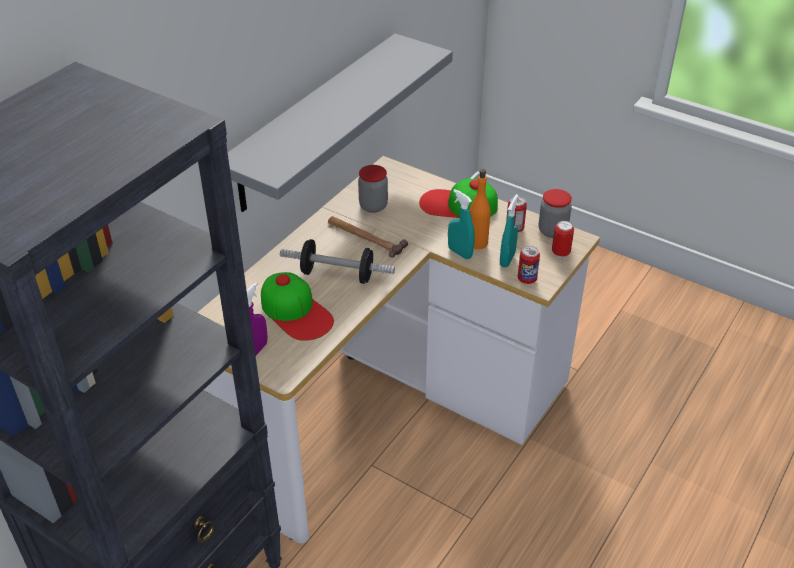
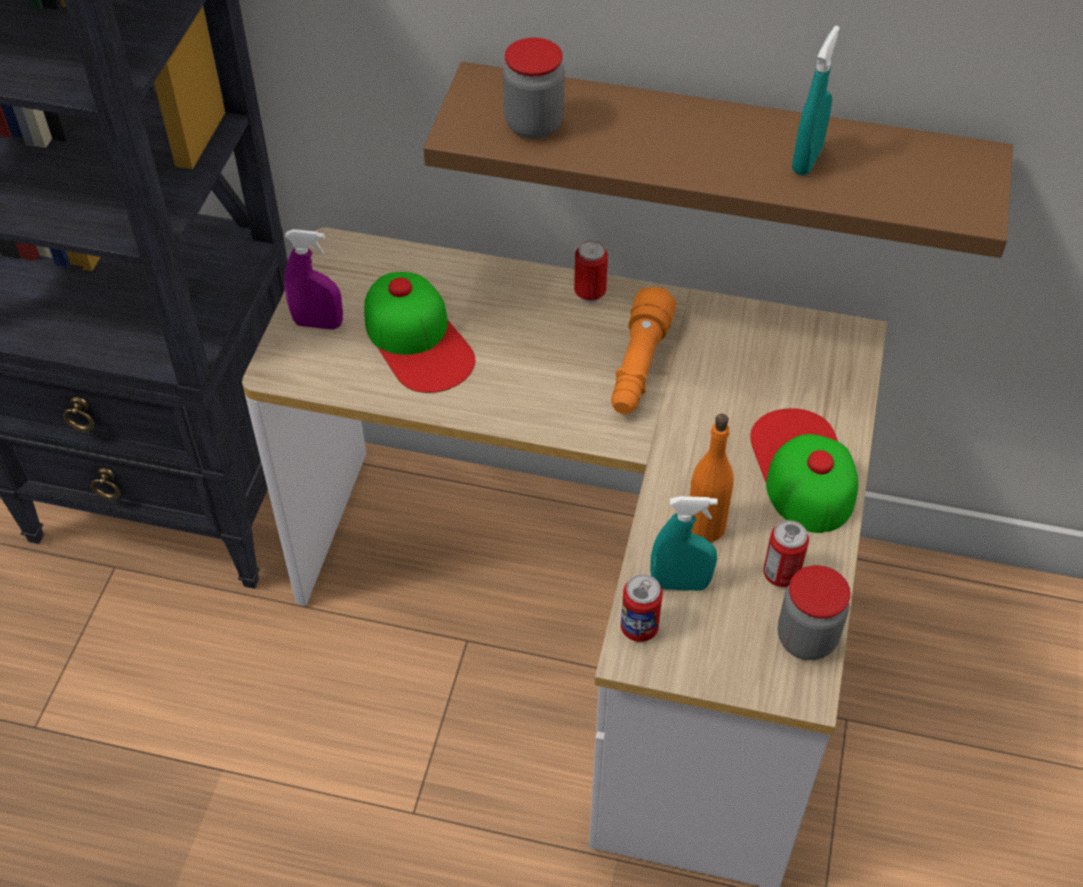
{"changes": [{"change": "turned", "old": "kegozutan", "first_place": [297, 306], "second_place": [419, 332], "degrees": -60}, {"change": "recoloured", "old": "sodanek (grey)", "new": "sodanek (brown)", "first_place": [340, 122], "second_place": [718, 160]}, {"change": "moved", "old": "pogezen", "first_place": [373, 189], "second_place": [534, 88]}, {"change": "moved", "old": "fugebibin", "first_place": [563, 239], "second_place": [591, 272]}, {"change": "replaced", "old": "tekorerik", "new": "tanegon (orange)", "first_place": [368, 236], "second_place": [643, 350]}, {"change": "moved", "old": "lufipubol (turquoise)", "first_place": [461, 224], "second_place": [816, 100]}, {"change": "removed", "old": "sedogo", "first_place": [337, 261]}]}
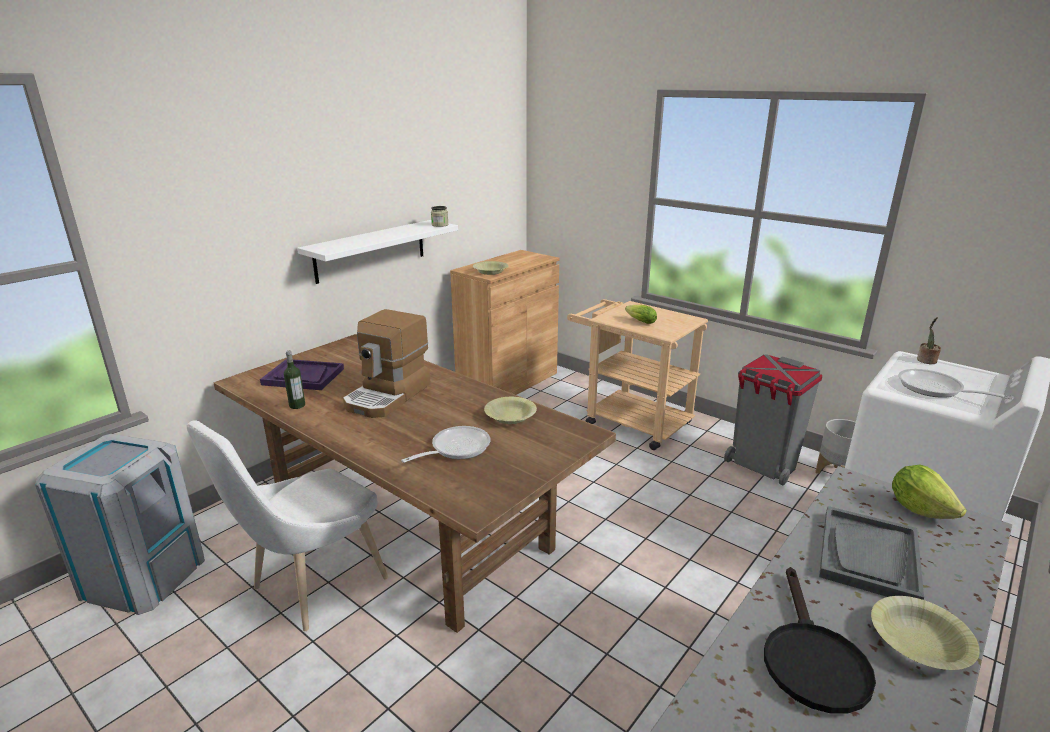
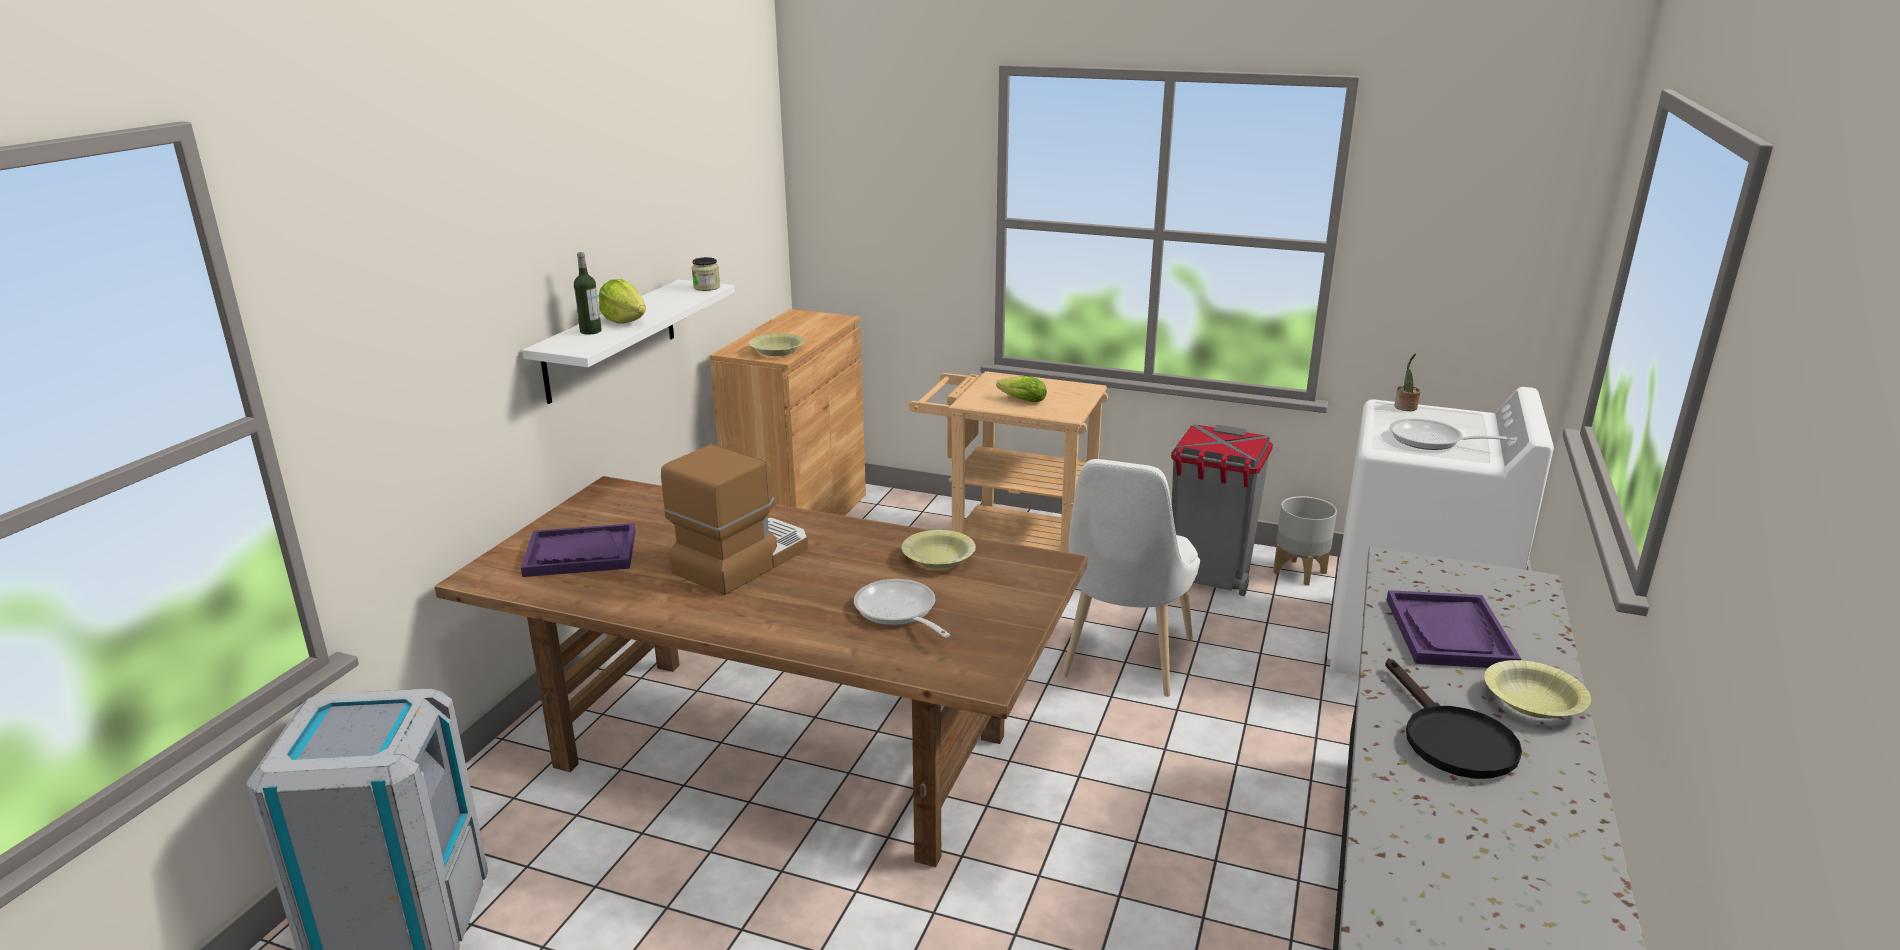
{"changes": [{"change": "moved", "old": "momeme", "first_place": [294, 380], "second_place": [588, 293]}, {"change": "moved", "old": "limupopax", "first_place": [929, 492], "second_place": [622, 301]}, {"change": "turned", "old": "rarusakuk", "first_place": [387, 363], "second_place": [734, 519], "degrees": -150}, {"change": "turned", "old": "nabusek", "first_place": [446, 444], "second_place": [902, 608], "degrees": -60}, {"change": "moved", "old": "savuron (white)", "first_place": [287, 525], "second_place": [1131, 578]}, {"change": "recoloured", "old": "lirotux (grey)", "new": "lirotux (purple)", "first_place": [871, 553], "second_place": [1454, 629]}]}
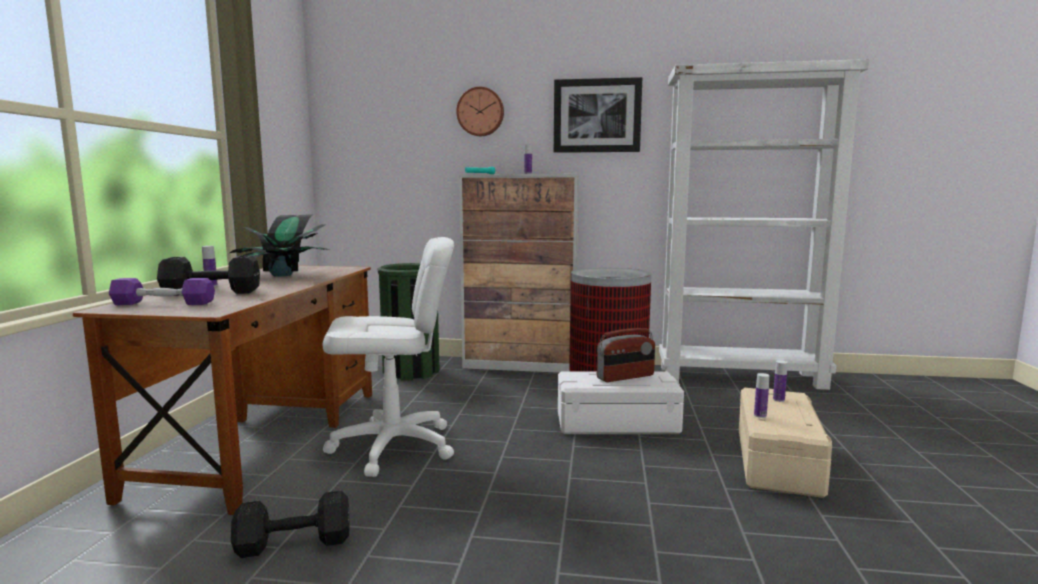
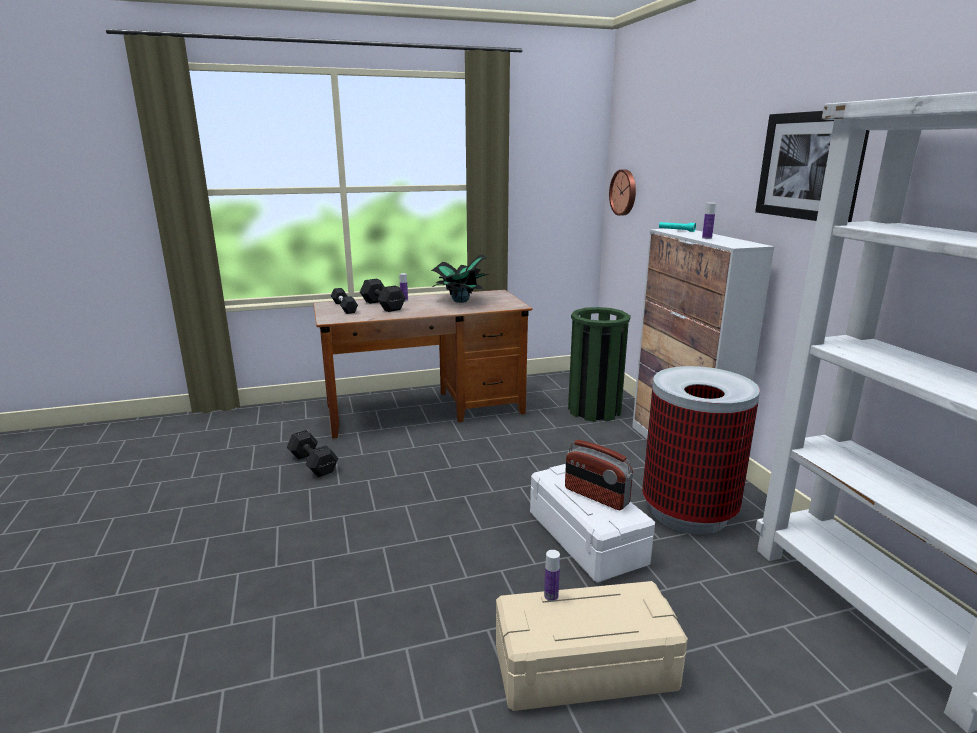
{"changes": [{"change": "recoloured", "old": "sedogo (purple)", "new": "sedogo (black)", "first_place": [162, 291], "second_place": [344, 301]}, {"change": "moved", "old": "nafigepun", "first_place": [480, 111], "second_place": [622, 193]}, {"change": "removed", "old": "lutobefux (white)", "first_place": [388, 357]}, {"change": "removed", "old": "momeme", "first_place": [780, 381]}]}
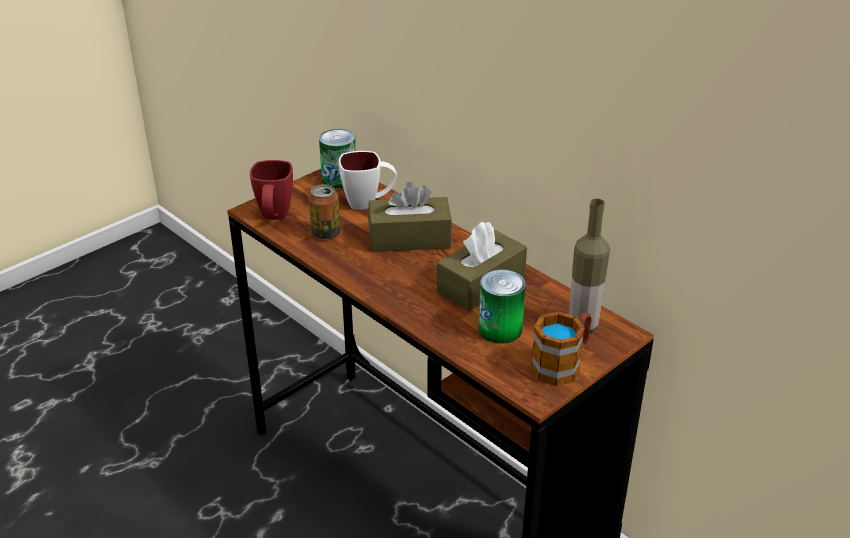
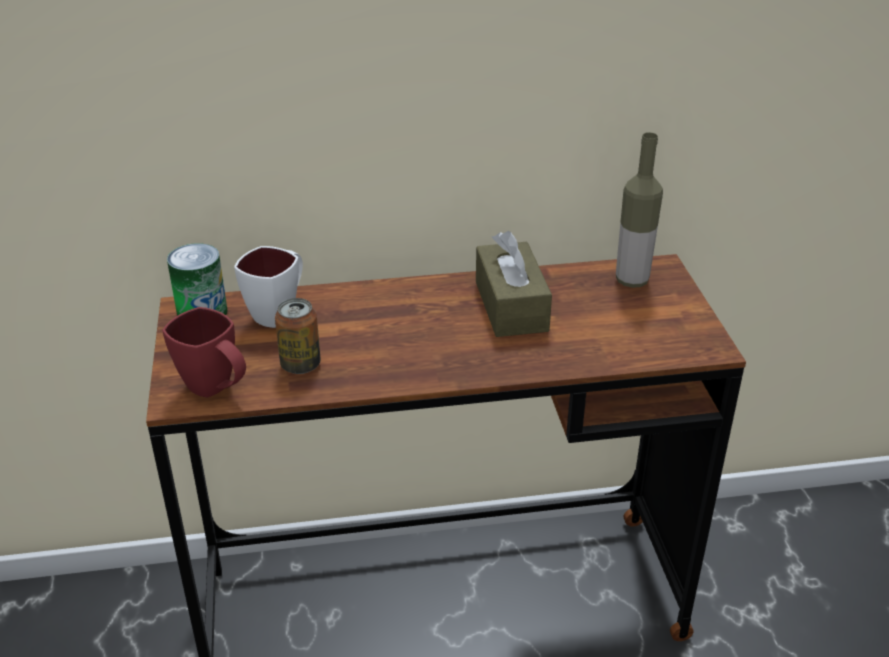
{"changes": [{"change": "removed", "old": "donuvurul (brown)", "first_place": [410, 217]}, {"change": "removed", "old": "fugebibin", "first_place": [502, 307]}, {"change": "removed", "old": "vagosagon", "first_place": [561, 348]}]}
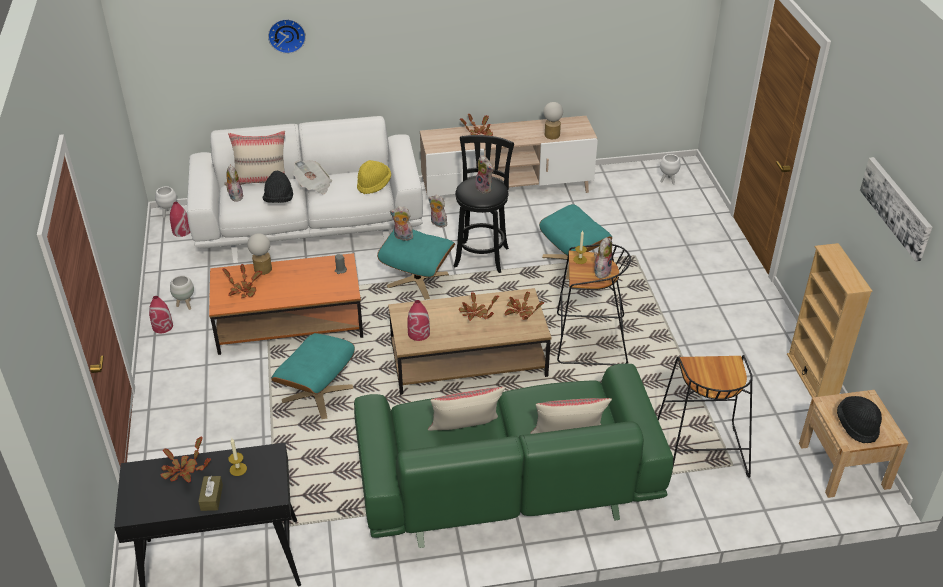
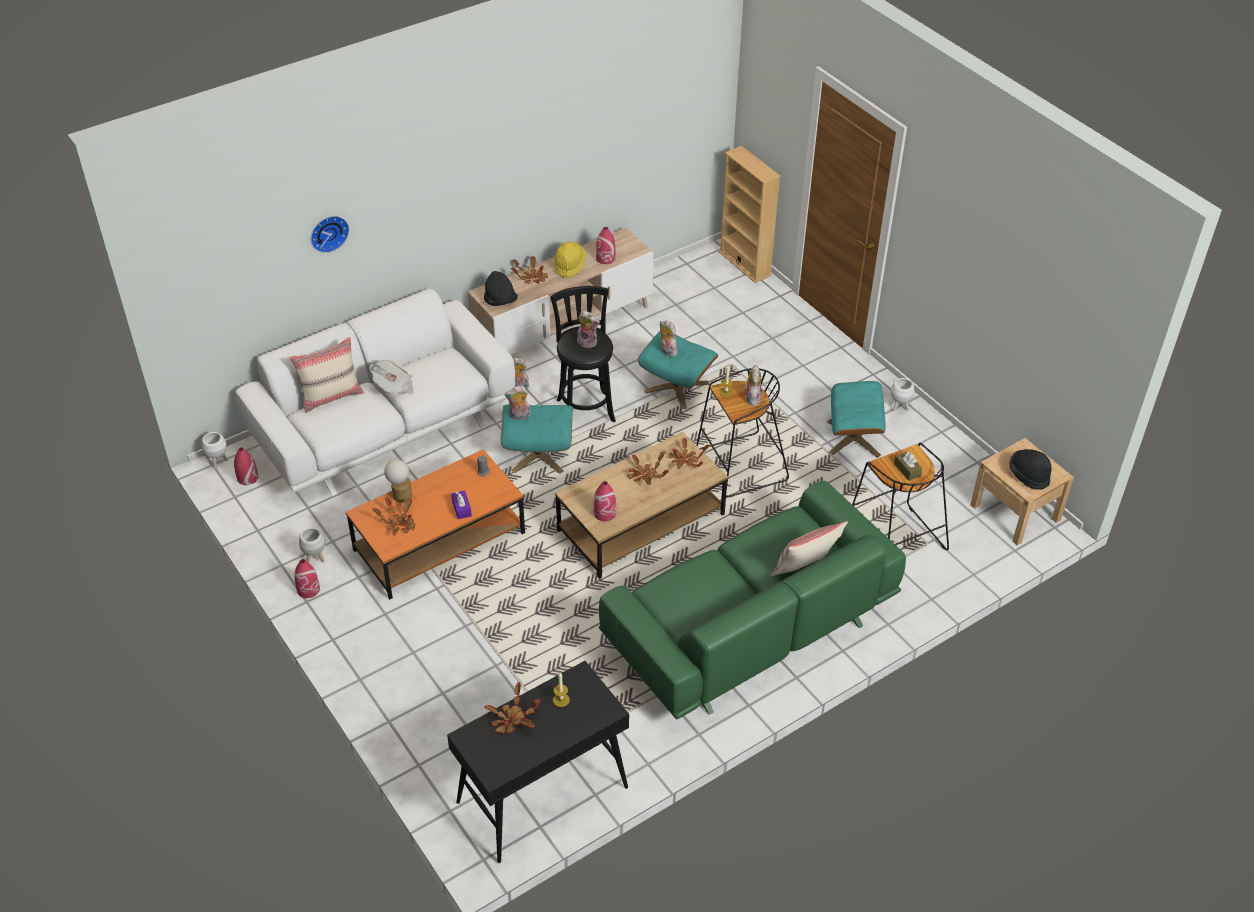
{"changes": [{"change": "added", "new": "donuvurul (purple)", "second_place": [461, 504]}, {"change": "moved", "old": "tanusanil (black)", "first_place": [278, 187], "second_place": [501, 288]}, {"change": "moved", "old": "tanusanil (yellow)", "first_place": [374, 177], "second_place": [570, 259]}, {"change": "replaced", "old": "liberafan", "new": "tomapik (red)", "first_place": [553, 120], "second_place": [606, 245]}, {"change": "moved", "old": "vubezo", "first_place": [234, 183], "second_place": [668, 338]}, {"change": "moved", "old": "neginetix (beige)", "first_place": [829, 320], "second_place": [750, 214]}, {"change": "moved", "old": "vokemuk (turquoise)", "first_place": [313, 376], "second_place": [856, 419]}, {"change": "moved", "old": "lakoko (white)", "first_place": [670, 169], "second_place": [902, 395]}, {"change": "moved", "old": "donuvurul (brown)", "first_place": [210, 493], "second_place": [908, 466]}, {"change": "removed", "old": "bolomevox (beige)", "first_place": [466, 409]}, {"change": "removed", "old": "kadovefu", "first_place": [896, 209]}]}
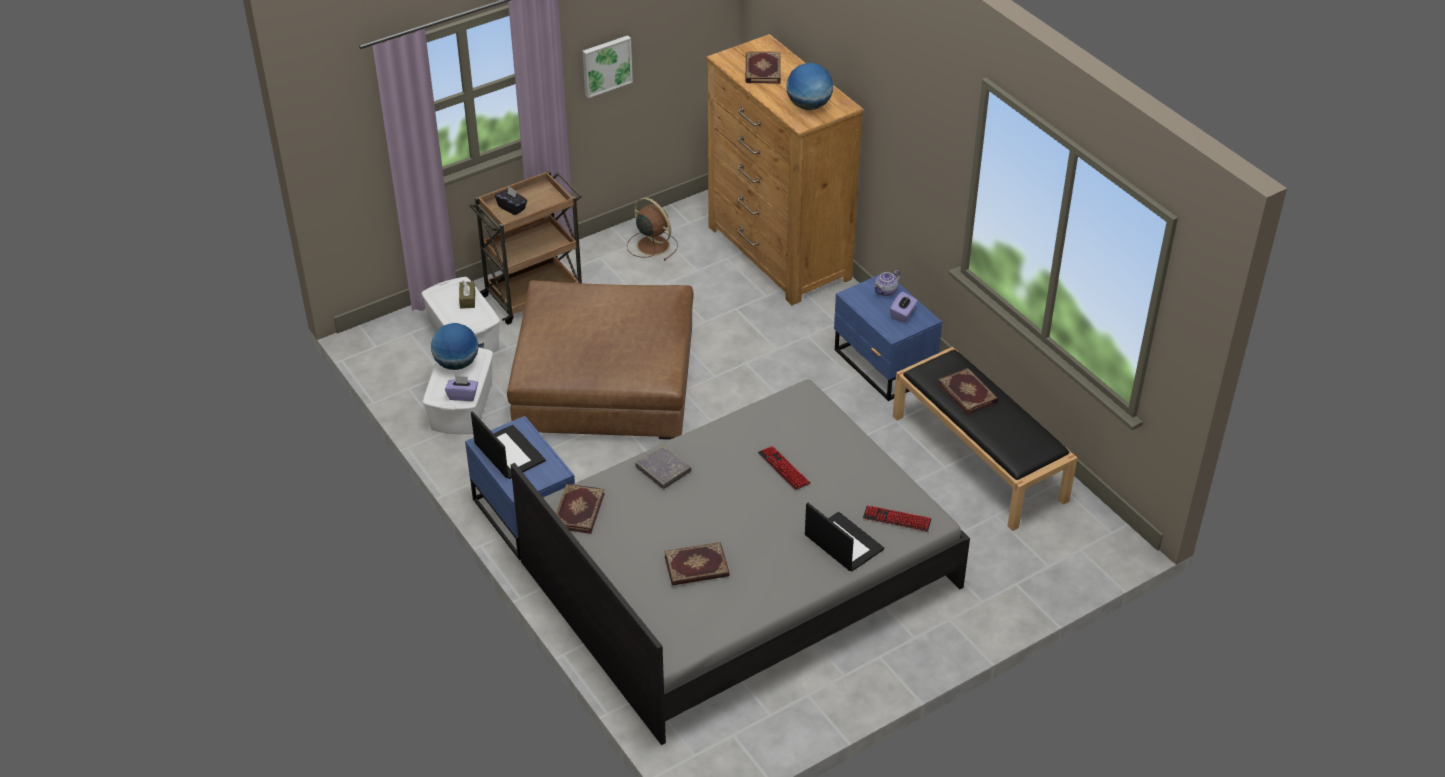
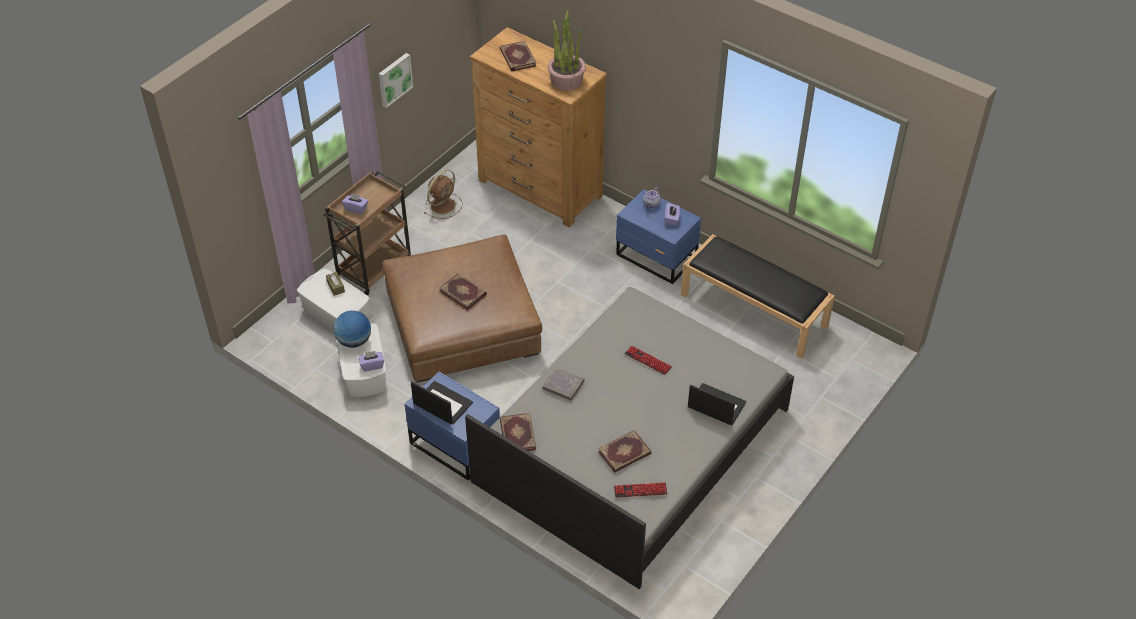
{"changes": [{"change": "recoloured", "old": "donuvurul (black)", "new": "donuvurul (purple)", "first_place": [511, 200], "second_place": [355, 203]}, {"change": "turned", "old": "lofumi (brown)", "first_place": [652, 229], "second_place": [443, 194], "degrees": 105}, {"change": "moved", "old": "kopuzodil", "first_place": [968, 391], "second_place": [463, 291]}, {"change": "replaced", "old": "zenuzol", "new": "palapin", "first_place": [809, 86], "second_place": [567, 50]}, {"change": "moved", "old": "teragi", "first_place": [897, 518], "second_place": [641, 490]}]}
